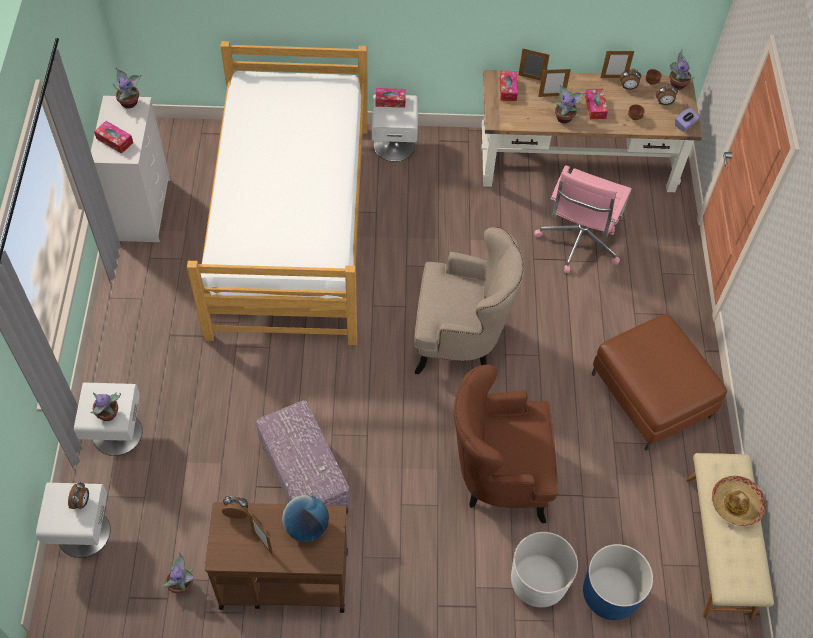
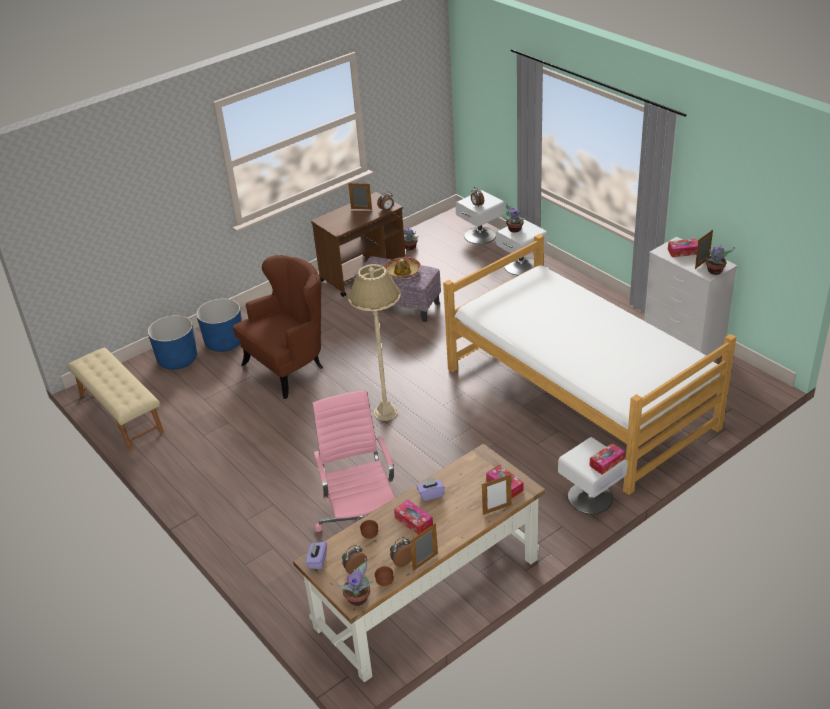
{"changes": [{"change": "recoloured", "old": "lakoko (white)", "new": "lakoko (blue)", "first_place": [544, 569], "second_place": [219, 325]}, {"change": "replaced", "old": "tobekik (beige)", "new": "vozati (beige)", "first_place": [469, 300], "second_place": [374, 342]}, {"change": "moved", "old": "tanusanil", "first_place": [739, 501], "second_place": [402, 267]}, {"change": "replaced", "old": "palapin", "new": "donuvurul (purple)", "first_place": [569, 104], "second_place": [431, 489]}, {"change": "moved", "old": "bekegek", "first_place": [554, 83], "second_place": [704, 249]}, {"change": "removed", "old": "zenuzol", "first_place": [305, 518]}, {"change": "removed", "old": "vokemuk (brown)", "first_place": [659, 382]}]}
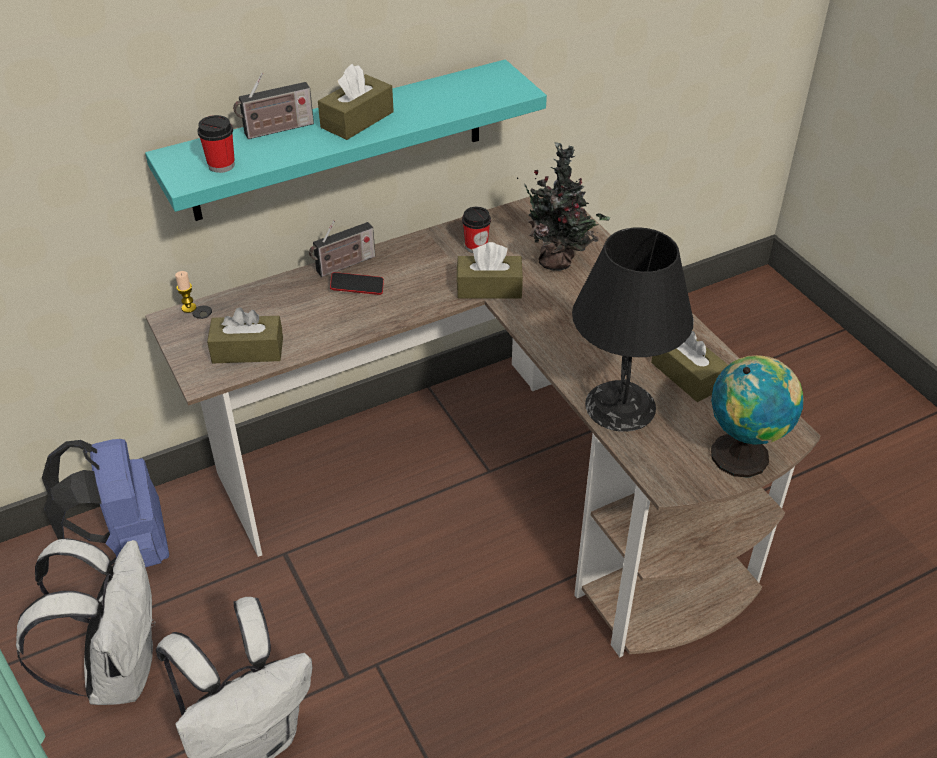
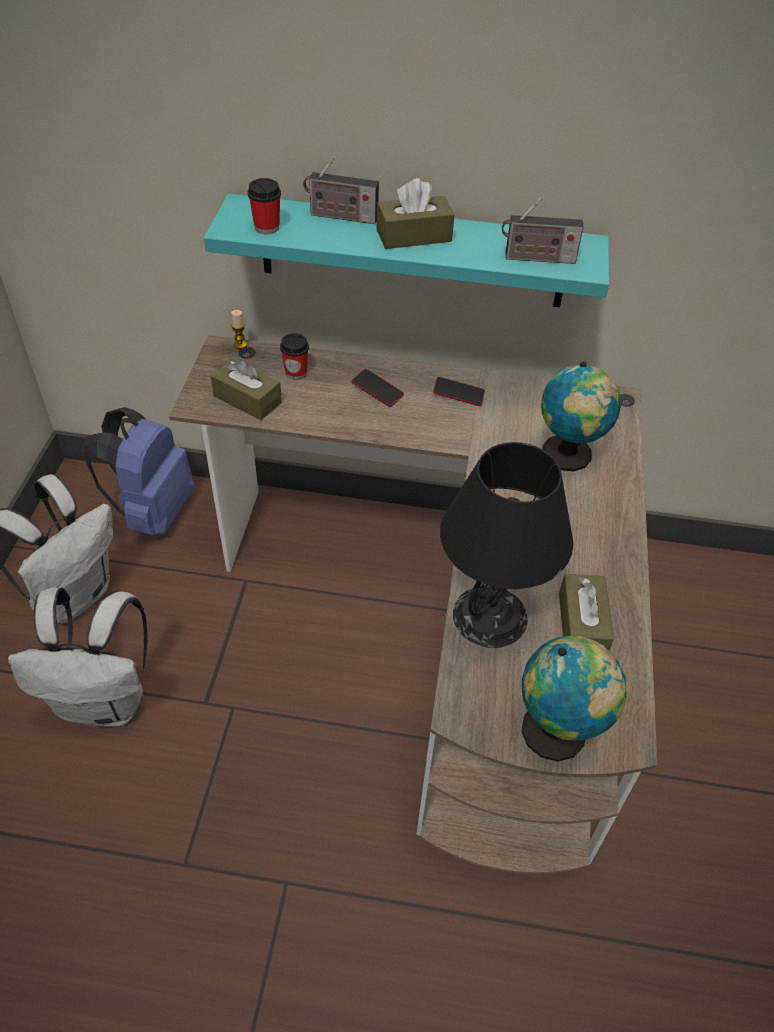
{"changes": [{"change": "moved", "old": "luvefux", "first_place": [476, 230], "second_place": [294, 356]}, {"change": "added", "new": "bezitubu", "second_place": [459, 391]}, {"change": "moved", "old": "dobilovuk", "first_place": [342, 248], "second_place": [543, 231]}, {"change": "replaced", "old": "palapin", "new": "zenuzol", "first_place": [563, 206], "second_place": [581, 416]}, {"change": "removed", "old": "donuvurul (brown)", "first_place": [490, 270]}]}
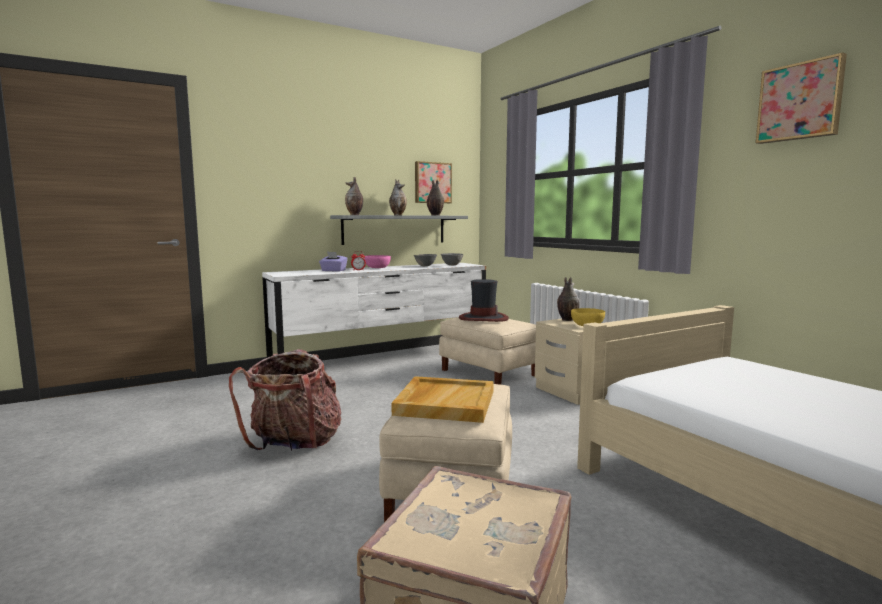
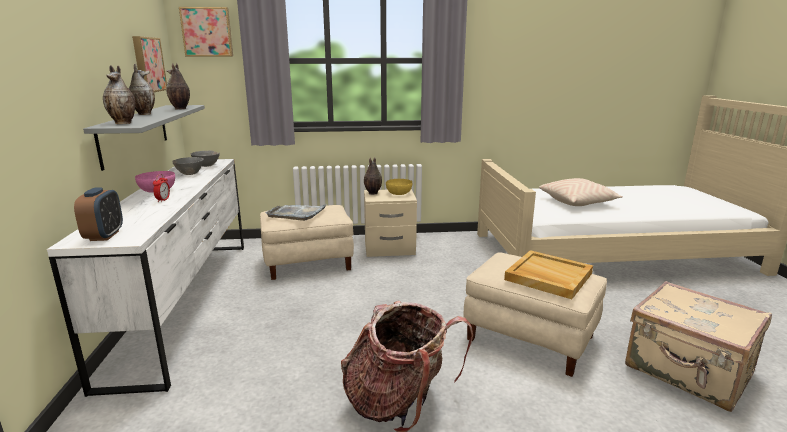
{"changes": [{"change": "added", "new": "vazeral", "second_place": [98, 214]}, {"change": "moved", "old": "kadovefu", "first_place": [801, 98], "second_place": [206, 32]}, {"change": "replaced", "old": "tanusanil", "new": "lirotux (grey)", "first_place": [484, 300], "second_place": [296, 212]}, {"change": "added", "new": "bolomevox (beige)", "second_place": [581, 192]}, {"change": "removed", "old": "donuvurul (purple)", "first_place": [333, 262]}]}
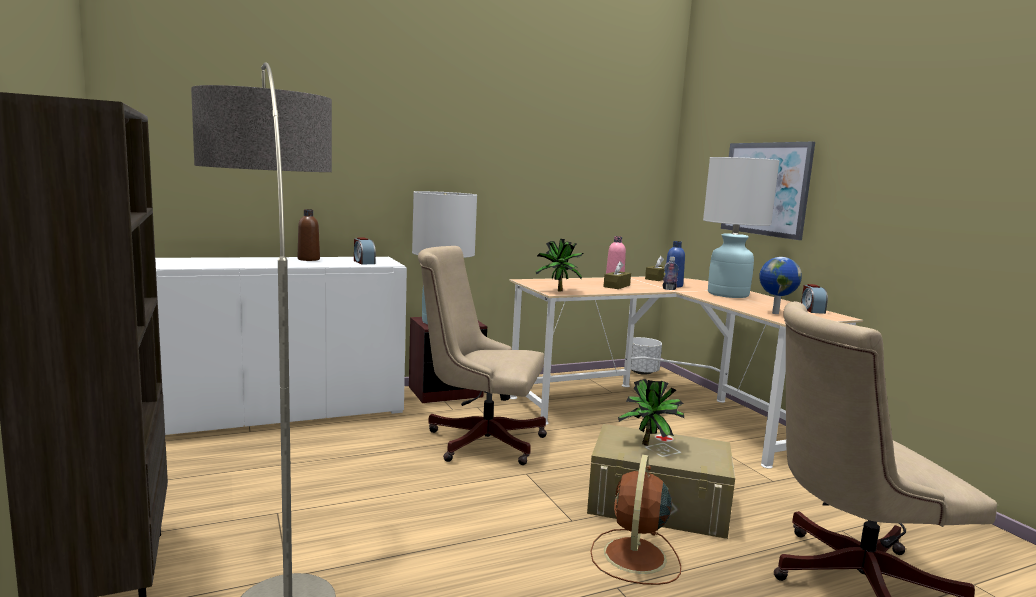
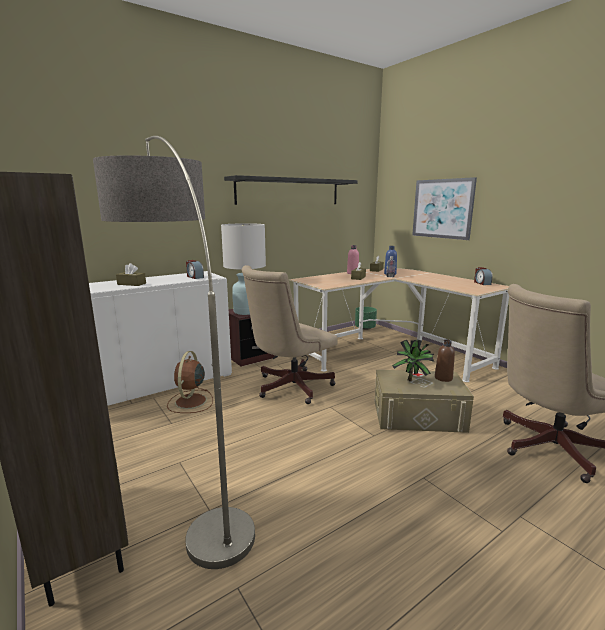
{"changes": [{"change": "added", "new": "donuvurul (brown)", "second_place": [131, 274]}, {"change": "moved", "old": "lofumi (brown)", "first_place": [635, 520], "second_place": [190, 382]}, {"change": "added", "new": "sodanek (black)", "second_place": [291, 190]}, {"change": "turned", "old": "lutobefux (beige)", "first_place": [482, 355], "second_place": [289, 334], "degrees": -45}, {"change": "recoloured", "old": "lakoko (white)", "new": "lakoko (green)", "first_place": [646, 356], "second_place": [366, 318]}, {"change": "moved", "old": "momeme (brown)", "first_place": [309, 235], "second_place": [445, 360]}, {"change": "removed", "old": "palapin", "first_place": [560, 265]}, {"change": "removed", "old": "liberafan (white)", "first_place": [741, 227]}, {"change": "removed", "old": "zenuzol", "first_place": [780, 285]}]}
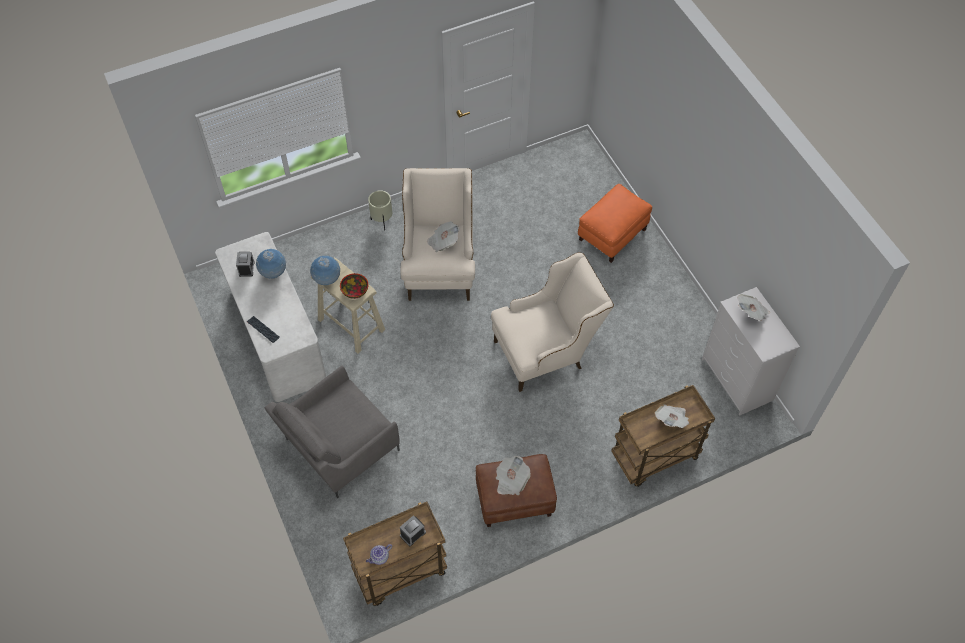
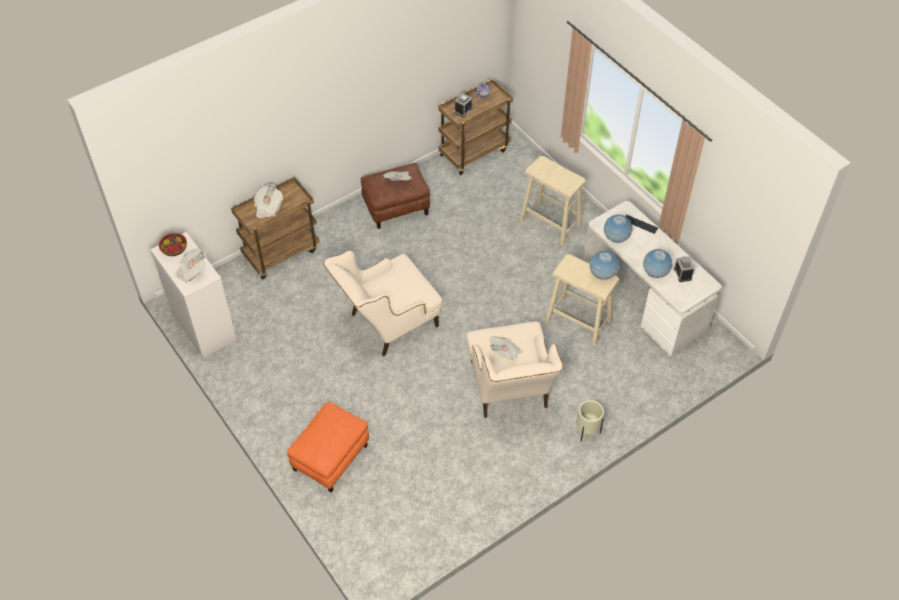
{"changes": [{"change": "moved", "old": "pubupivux", "first_place": [354, 286], "second_place": [173, 244]}, {"change": "replaced", "old": "tobekik (grey)", "new": "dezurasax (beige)", "first_place": [332, 432], "second_place": [553, 200]}, {"change": "added", "new": "zenuzol", "second_place": [618, 229]}]}
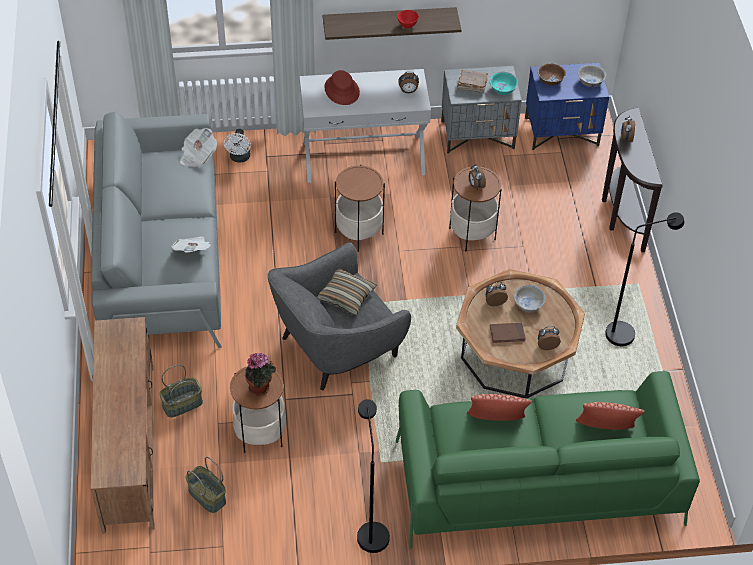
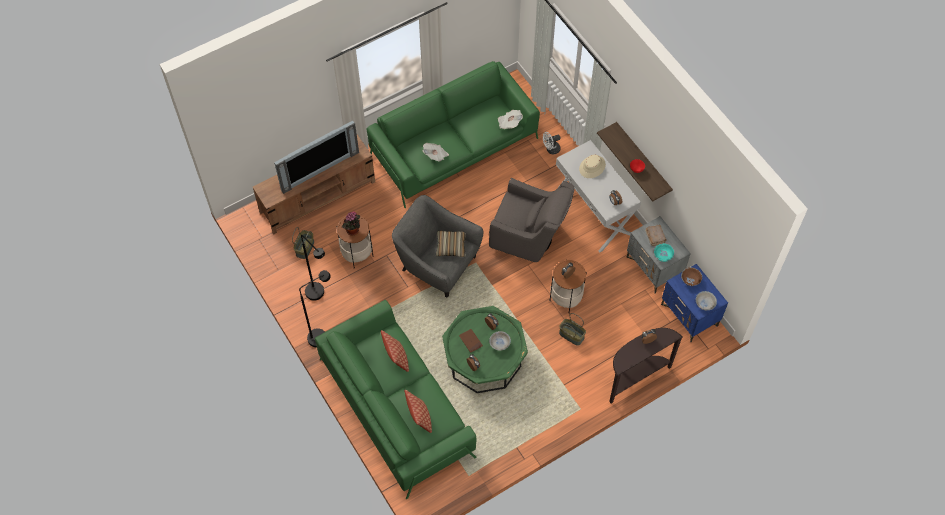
{"changes": [{"change": "added", "new": "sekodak", "second_place": [316, 157]}, {"change": "moved", "old": "vozati (black)", "first_place": [644, 279], "second_place": [313, 268]}, {"change": "recoloured", "old": "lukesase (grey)", "new": "lukesase (green)", "first_place": [156, 230], "second_place": [453, 134]}, {"change": "recoloured", "old": "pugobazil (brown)", "new": "pugobazil (green)", "first_place": [520, 333], "second_place": [485, 349]}, {"change": "replaced", "old": "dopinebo", "new": "tobekik (grey)", "first_place": [360, 208], "second_place": [531, 220]}, {"change": "moved", "old": "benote", "first_place": [181, 391], "second_place": [572, 329]}, {"change": "recoloured", "old": "tanusanil (red)", "new": "tanusanil (beige)", "first_place": [342, 87], "second_place": [592, 166]}]}
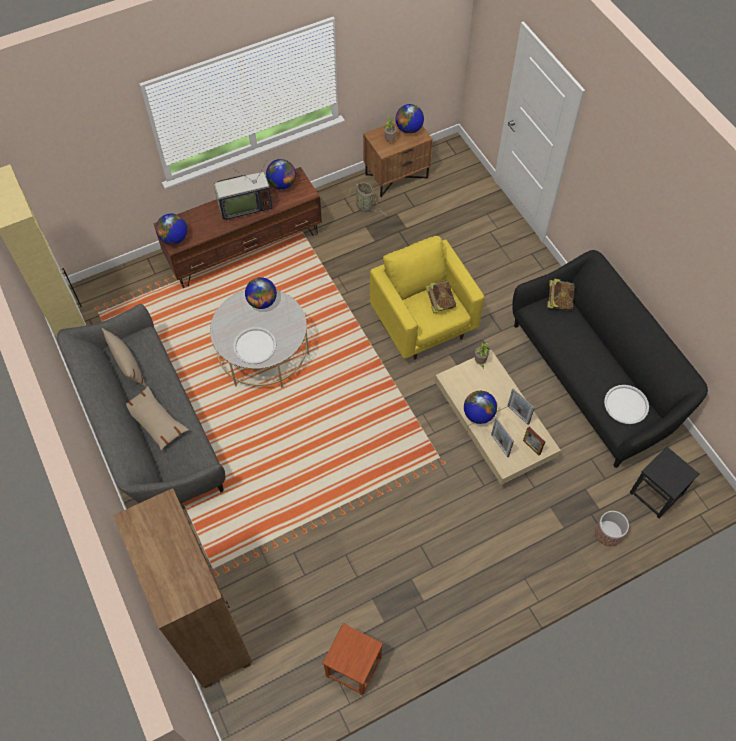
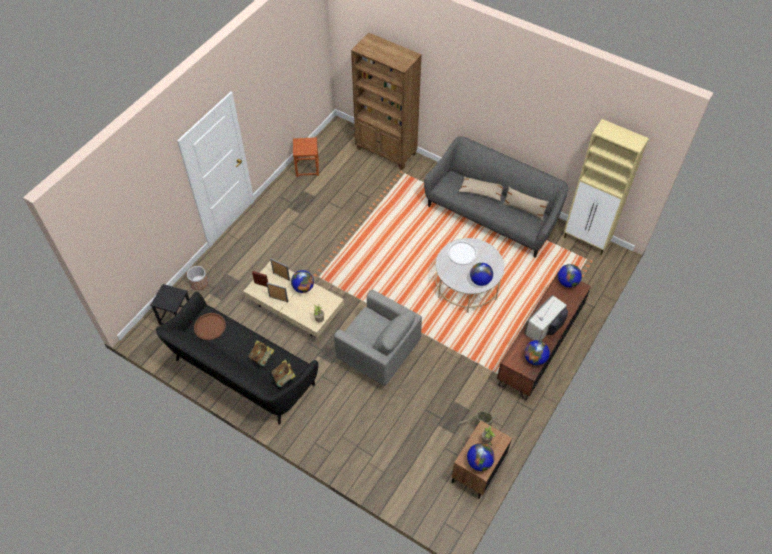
{"changes": [{"change": "recoloured", "old": "lirotux (white)", "new": "lirotux (brown)", "first_place": [626, 404], "second_place": [210, 326]}, {"change": "moved", "old": "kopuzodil", "first_place": [440, 297], "second_place": [261, 353]}, {"change": "recoloured", "old": "tobekik (yellow)", "new": "tobekik (grey)", "first_place": [427, 297], "second_place": [378, 338]}]}
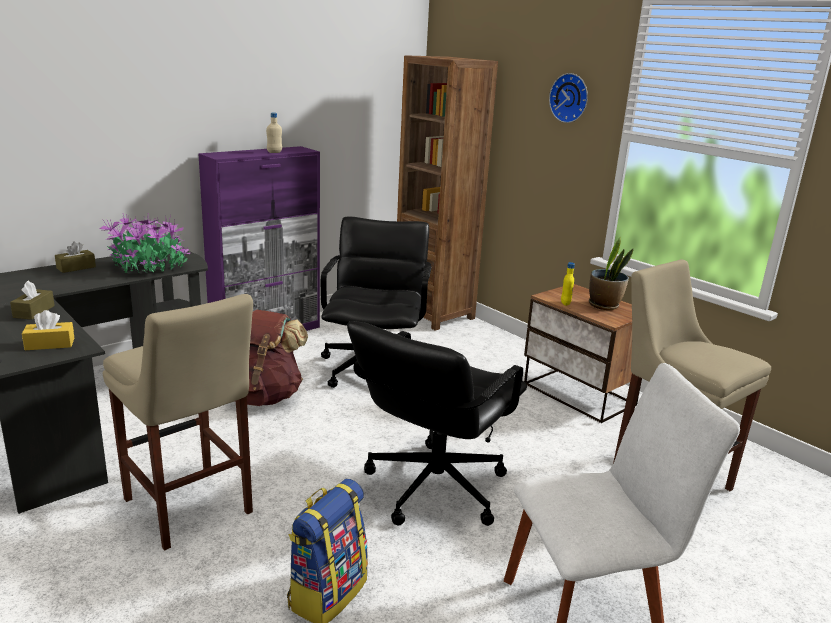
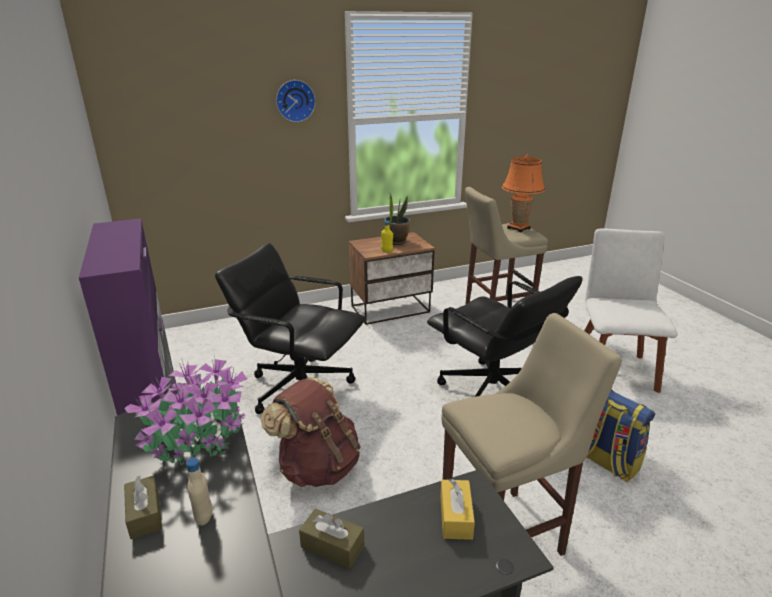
{"changes": [{"change": "moved", "old": "momeme (beige)", "first_place": [274, 133], "second_place": [199, 491]}, {"change": "added", "new": "liberafan (orange)", "second_place": [523, 193]}, {"change": "removed", "old": "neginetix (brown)", "first_place": [447, 193]}]}
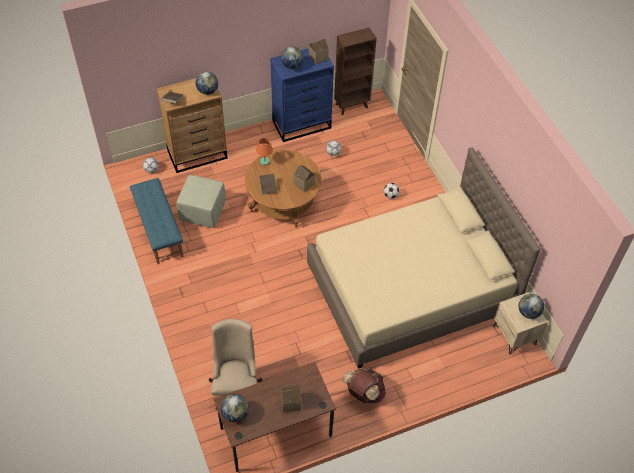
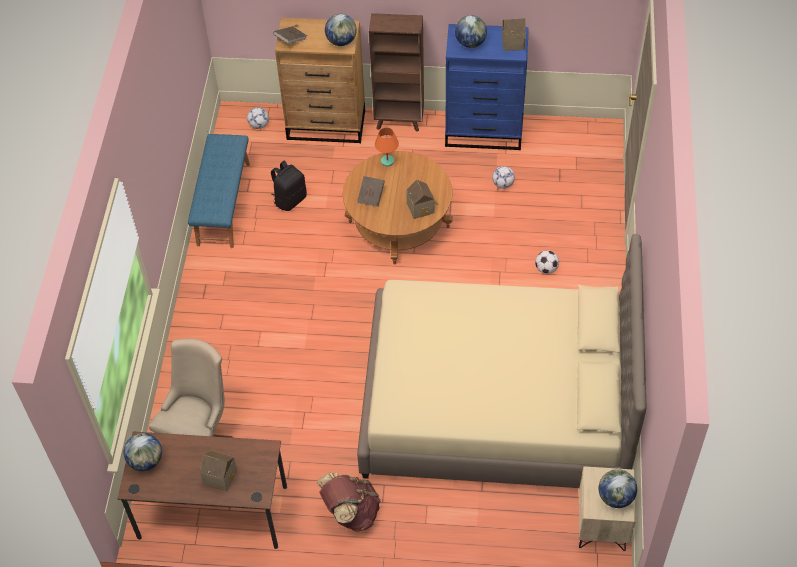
{"changes": [{"change": "replaced", "old": "vokemuk (green)", "new": "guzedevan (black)", "first_place": [201, 201], "second_place": [289, 186]}, {"change": "moved", "old": "neginetix (brown)", "first_place": [355, 71], "second_place": [396, 72]}]}
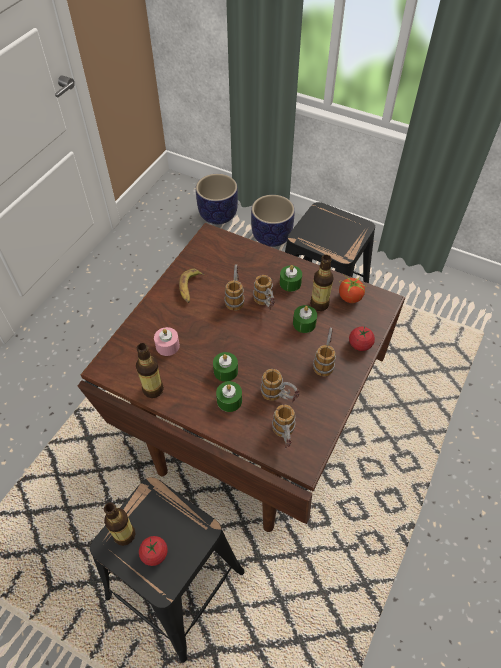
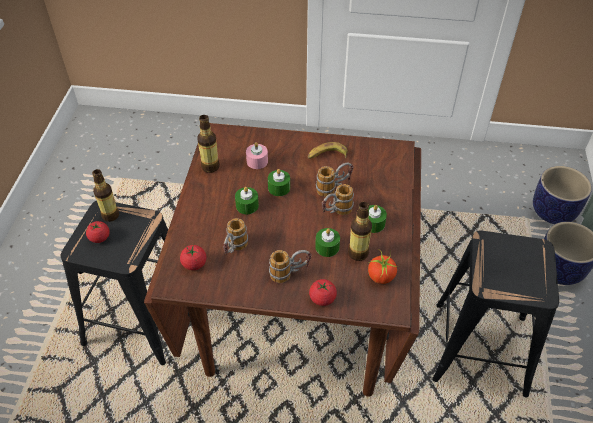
{"changes": [{"change": "replaced", "old": "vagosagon", "new": "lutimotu", "first_place": [284, 427], "second_place": [193, 257]}, {"change": "moved", "old": "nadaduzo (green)", "first_place": [229, 396], "second_place": [279, 182]}]}
